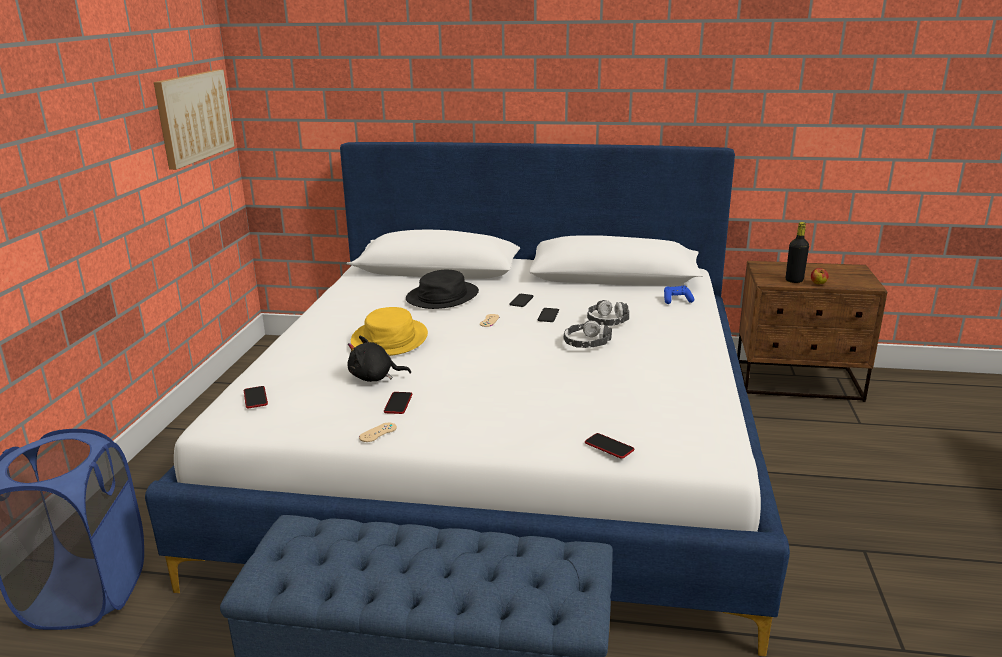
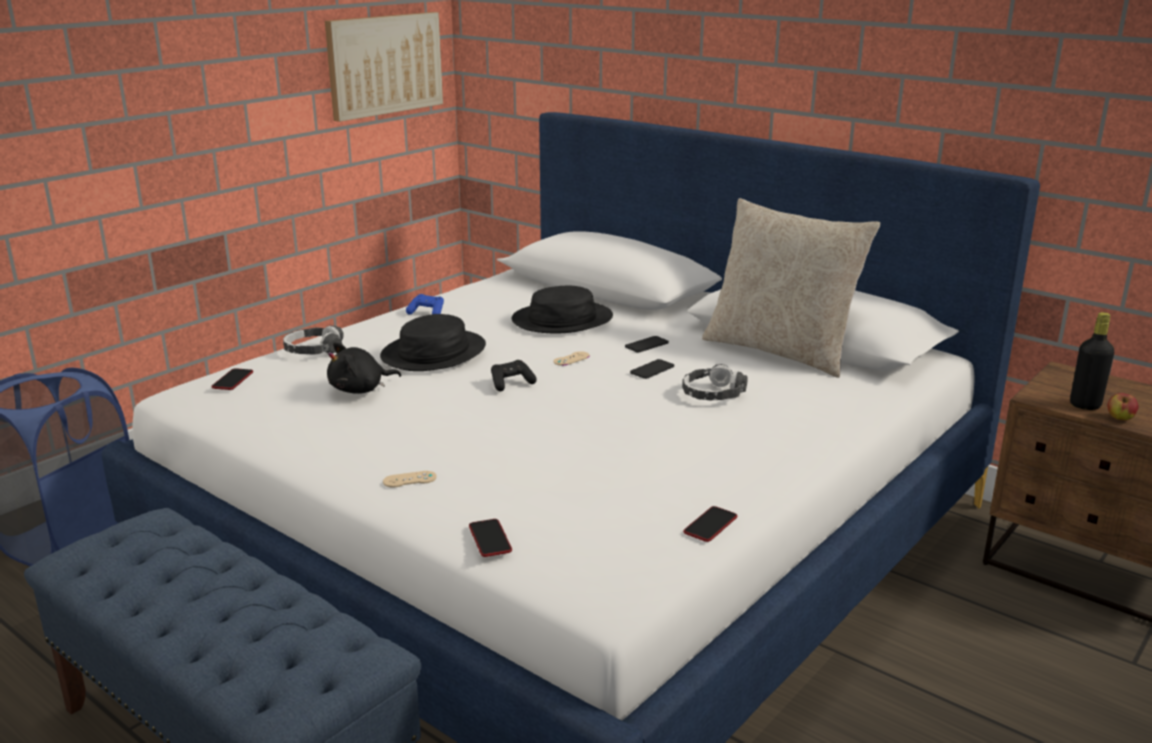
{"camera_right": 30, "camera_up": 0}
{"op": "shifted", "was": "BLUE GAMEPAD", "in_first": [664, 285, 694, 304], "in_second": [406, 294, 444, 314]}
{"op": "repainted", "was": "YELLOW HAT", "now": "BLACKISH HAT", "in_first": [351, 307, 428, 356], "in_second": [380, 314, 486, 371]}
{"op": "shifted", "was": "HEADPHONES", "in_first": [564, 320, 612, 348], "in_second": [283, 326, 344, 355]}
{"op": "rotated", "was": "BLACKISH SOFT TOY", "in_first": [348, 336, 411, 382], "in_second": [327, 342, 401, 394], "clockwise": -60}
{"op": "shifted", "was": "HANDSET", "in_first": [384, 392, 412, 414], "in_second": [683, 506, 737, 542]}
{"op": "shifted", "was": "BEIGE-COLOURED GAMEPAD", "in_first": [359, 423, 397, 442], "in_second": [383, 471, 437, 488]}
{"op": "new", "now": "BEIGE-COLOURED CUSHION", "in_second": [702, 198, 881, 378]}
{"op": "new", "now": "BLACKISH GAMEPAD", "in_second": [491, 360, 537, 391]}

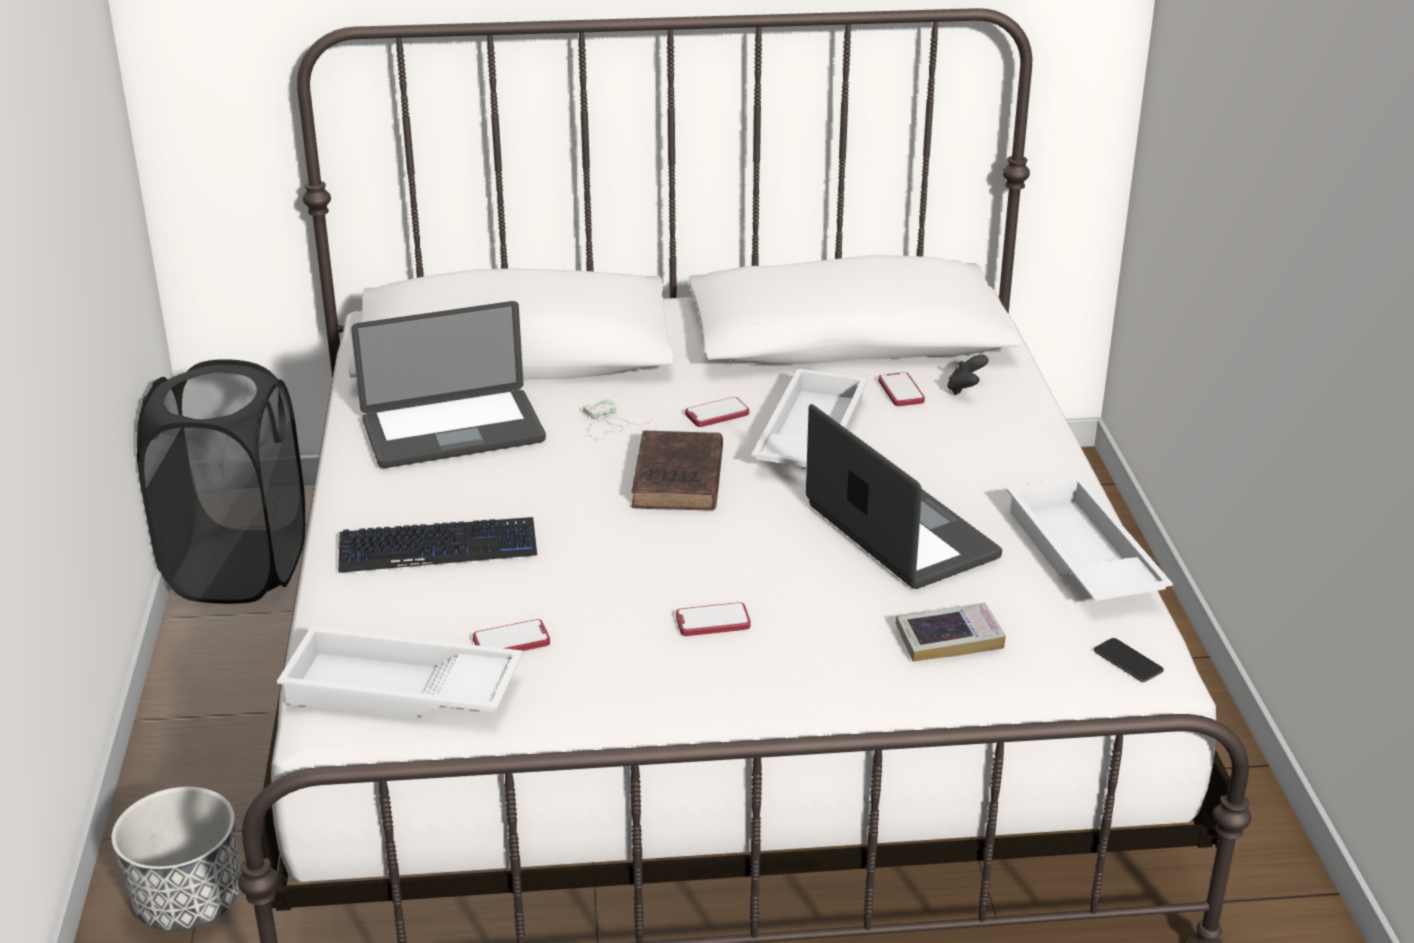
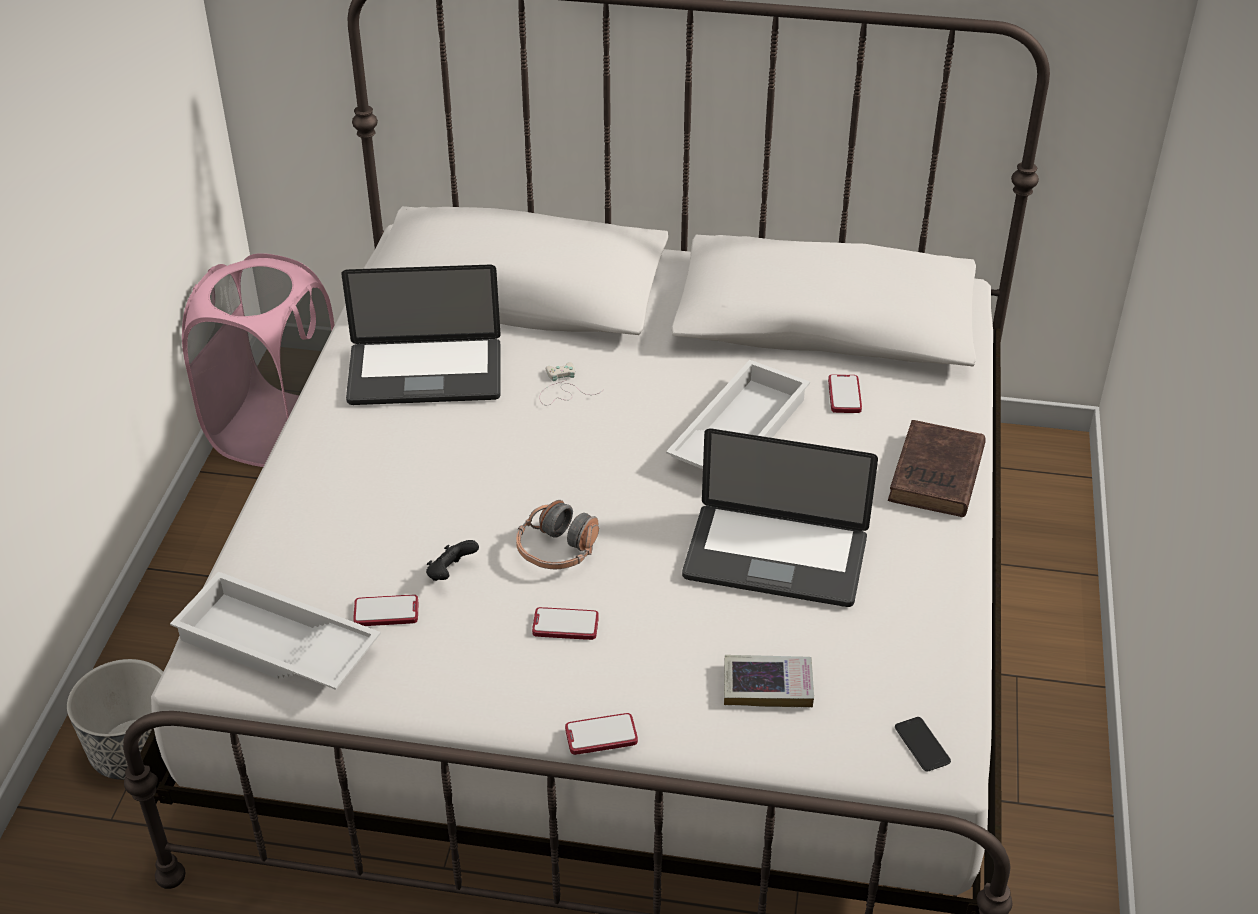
{"camera_right": 15, "camera_up": 10}
{"op": "shifted", "was": "BLACKISH GAMEPAD", "in_first": [947, 355, 989, 395], "in_second": [426, 540, 479, 581]}
{"op": "repainted", "was": "BLACKISH HAMPER", "now": "PINK HAMPER", "in_first": [137, 359, 305, 604], "in_second": [182, 253, 335, 467]}
{"op": "shifted", "was": "HANDSET", "in_first": [685, 397, 749, 427], "in_second": [565, 713, 638, 755]}
{"op": "rotated", "was": "PORTABLE COMPUTER", "in_first": [806, 404, 1002, 589], "in_second": [682, 428, 878, 607], "clockwise": 120}
{"op": "shifted", "was": "BROWN BOOK", "in_first": [631, 431, 723, 511], "in_second": [888, 420, 986, 517]}
{"op": "gone", "was": "WHITE SERVING TRAY", "in_first": [1007, 477, 1173, 601]}
{"op": "gone", "was": "KEYBOARD", "in_first": [338, 517, 537, 573]}
{"op": "new", "now": "HEADPHONES", "in_second": [516, 500, 599, 569]}

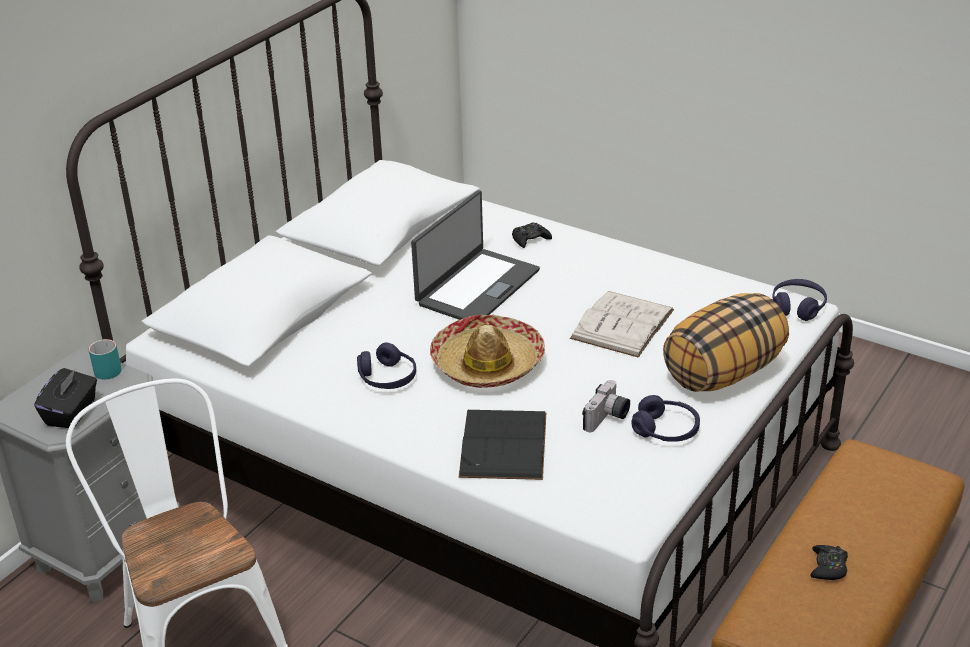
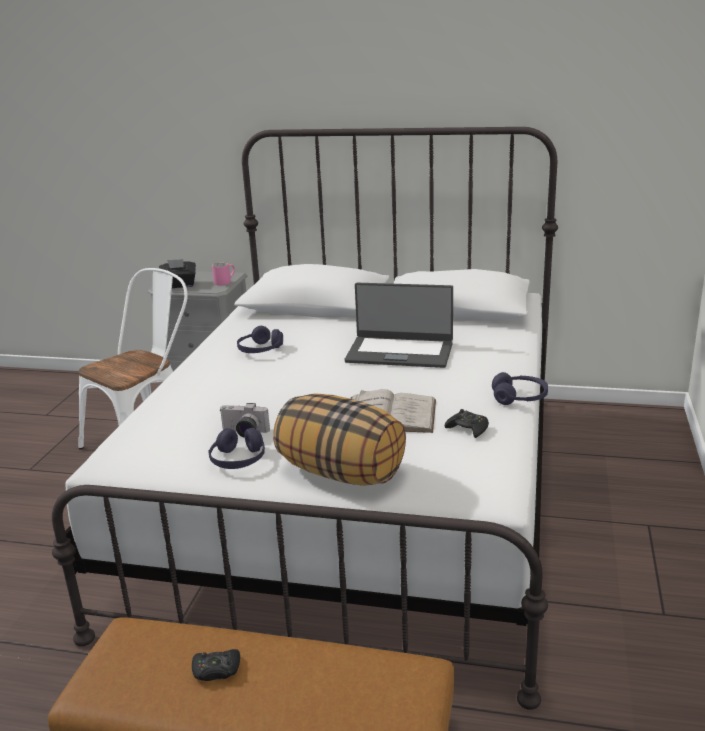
{"camera_right": 70, "camera_up": -10}
{"op": "shifted", "was": "BLACKISH GAMEPAD", "in_first": [512, 222, 552, 248], "in_second": [445, 409, 489, 438]}
{"op": "shifted", "was": "PURPLE HEADPHONES", "in_first": [772, 279, 827, 321], "in_second": [492, 372, 548, 405]}
{"op": "gone", "was": "HAT", "in_first": [430, 315, 545, 388]}
{"op": "repainted", "was": "TURQUOISE MUG", "now": "PINK MUG", "in_first": [88, 339, 122, 379], "in_second": [212, 262, 235, 285]}
{"op": "gone", "was": "BLACKISH BOOK", "in_first": [458, 410, 546, 480]}

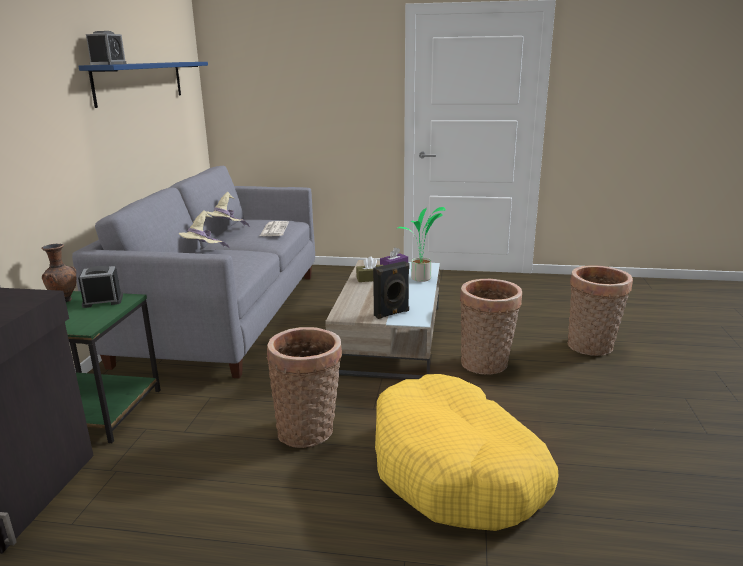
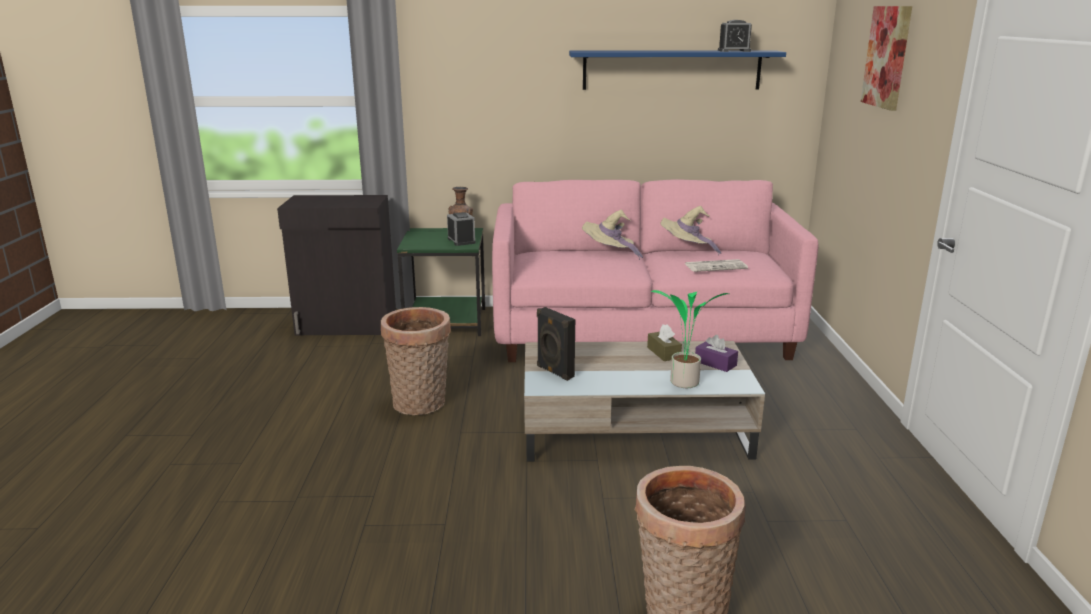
{"camera_right": 80, "camera_up": 0}
{"op": "shifted", "was": "BEDSIDE CLOCK", "in_first": [86, 31, 127, 65], "in_second": [718, 20, 752, 52]}
{"op": "repainted", "was": "GRAY COUCH", "now": "PINK COUCH", "in_first": [72, 166, 315, 379], "in_second": [492, 179, 818, 362]}
{"op": "gone", "was": "HOUSEHOLD BASKET", "in_first": [459, 279, 522, 375]}
{"op": "gone", "was": "YELLOW PET BED", "in_first": [375, 374, 559, 531]}
{"op": "new", "now": "WALL PICTURE", "in_second": [861, 6, 912, 111]}

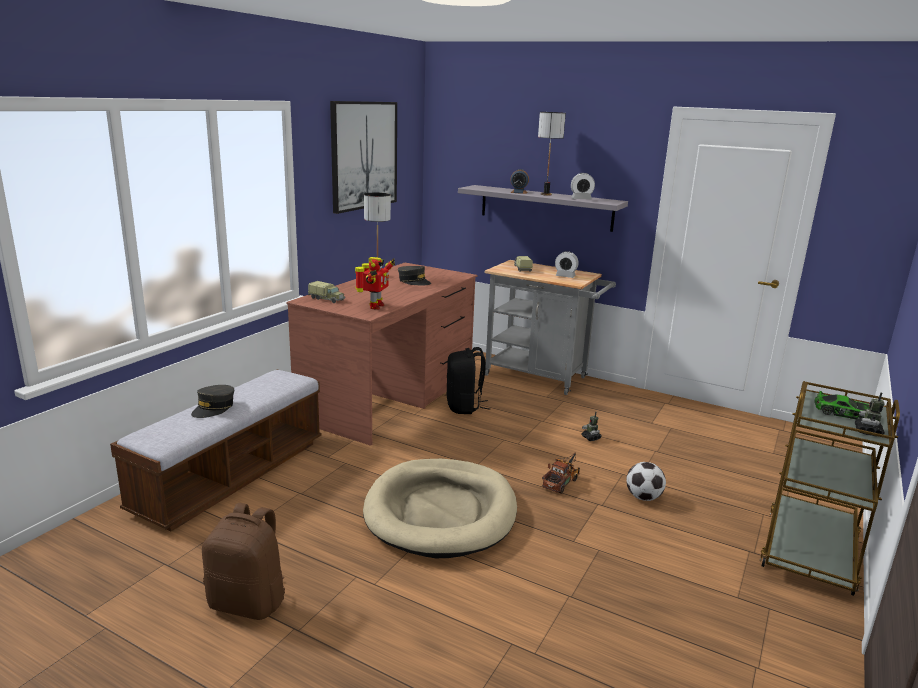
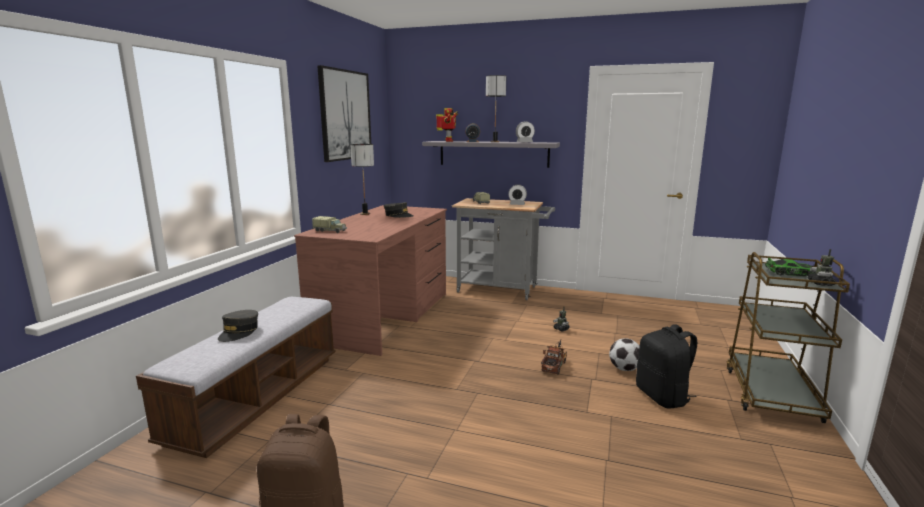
{"camera_right": -10, "camera_up": -5}
{"op": "shifted", "was": "MODEL ROBOT", "in_first": [355, 257, 395, 310], "in_second": [436, 108, 458, 142]}
{"op": "shifted", "was": "BLACKISH KNAPSACK", "in_first": [447, 347, 490, 414], "in_second": [636, 324, 697, 409]}
{"op": "gone", "was": "BEIGE-COLOURED PET BED", "in_first": [363, 459, 517, 558]}

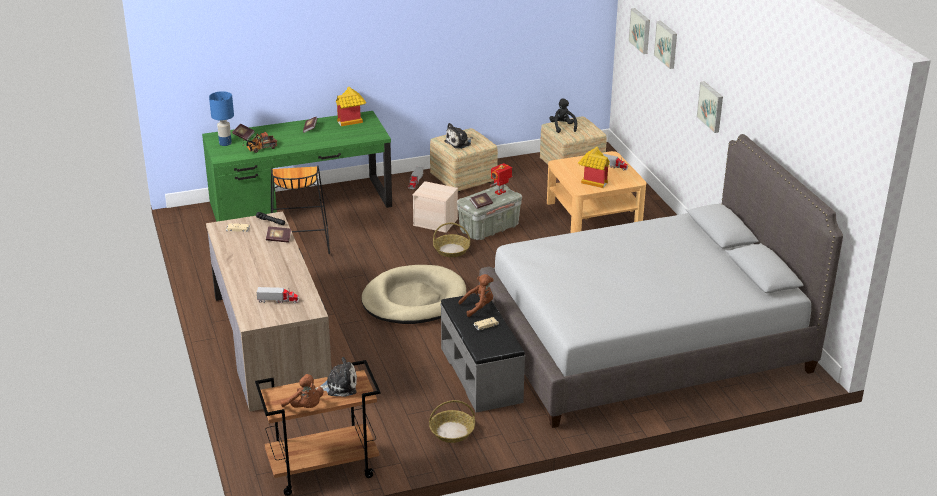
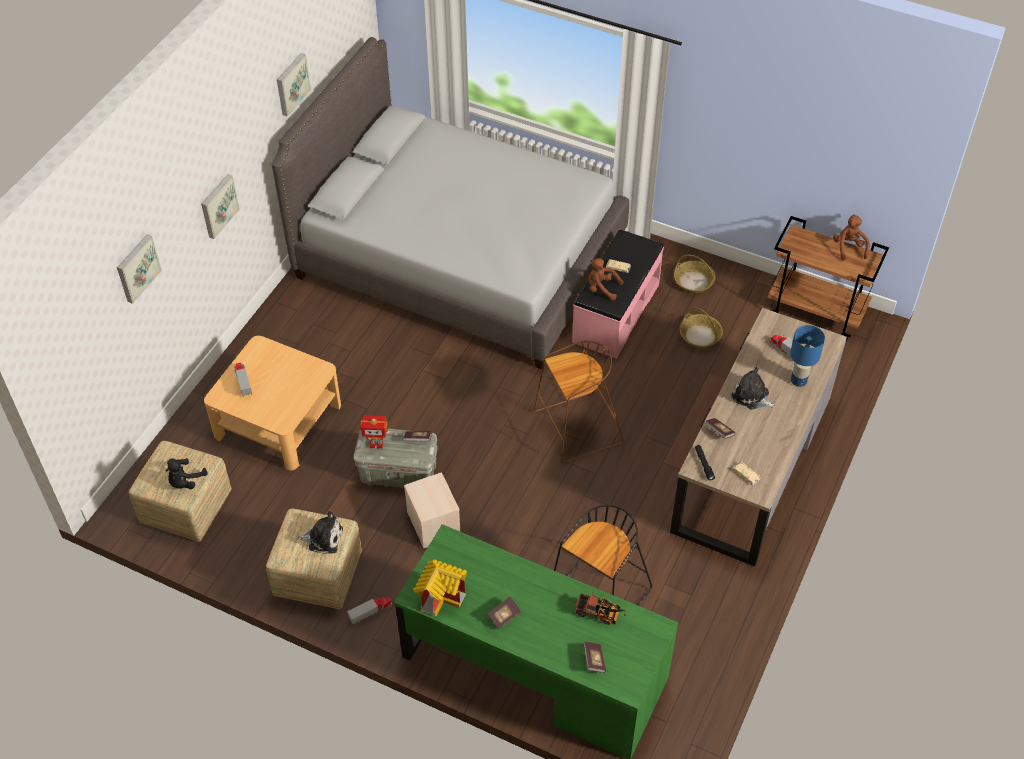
{"camera_right": -135, "camera_up": 20}
{"op": "shifted", "was": "WALL PICTURE", "in_first": [628, 8, 650, 54], "in_second": [277, 53, 311, 117]}
{"op": "shifted", "was": "BLUE LAMP FOR A TABLE", "in_first": [209, 91, 234, 146], "in_second": [790, 325, 825, 387]}
{"op": "gone", "was": "MINIATURE HOUSE", "in_first": [578, 147, 610, 188]}
{"op": "shifted", "was": "HOUSEHOLD BASKET", "in_first": [433, 223, 470, 257], "in_second": [680, 307, 723, 348]}
{"op": "swapped", "was": "BEIGE-COLOURED PET BED", "now": "BROWN SITTING STOOL", "in_first": [361, 265, 466, 324], "in_second": [534, 341, 624, 463]}
{"op": "repainted", "was": "GRAY LONG SEAT", "now": "PINK LONG SEAT", "in_first": [440, 293, 525, 413], "in_second": [572, 229, 664, 359]}
{"op": "shifted", "was": "SOFT TOY", "in_first": [315, 357, 357, 397], "in_second": [731, 367, 776, 409]}

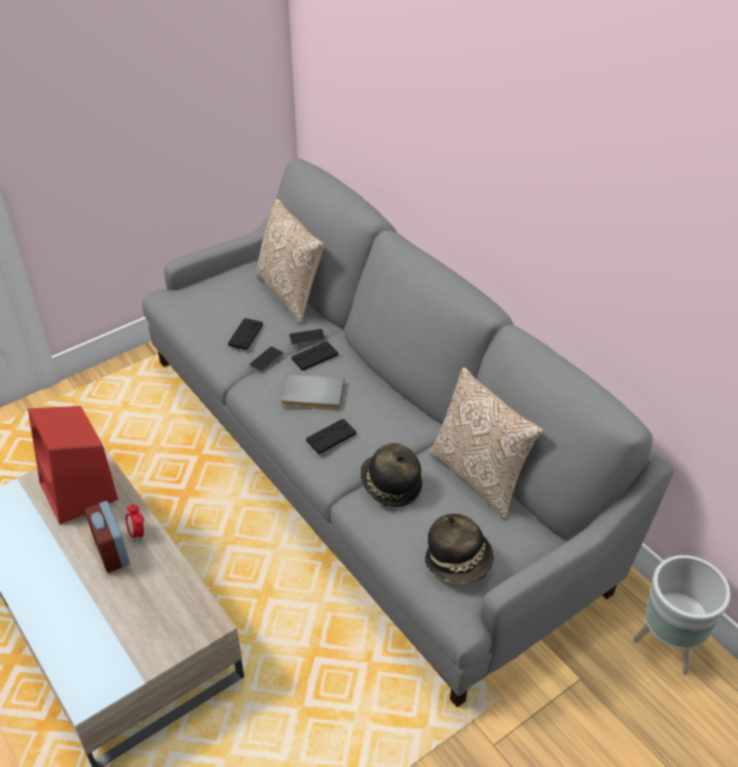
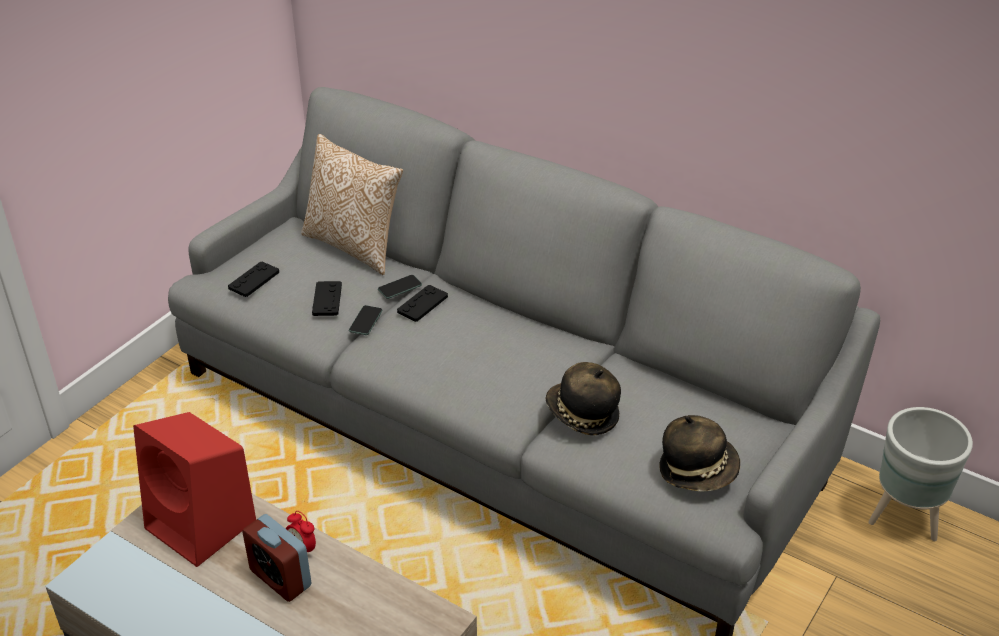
{"camera_right": -20, "camera_up": -5}
{"op": "gone", "was": "CUSHION", "in_first": [429, 367, 544, 520]}
{"op": "gone", "was": "GRAY BOOK", "in_first": [281, 374, 345, 410]}
{"op": "shifted", "was": "BLACKISH GAMEPAD", "in_first": [306, 419, 356, 454], "in_second": [228, 262, 279, 297]}

